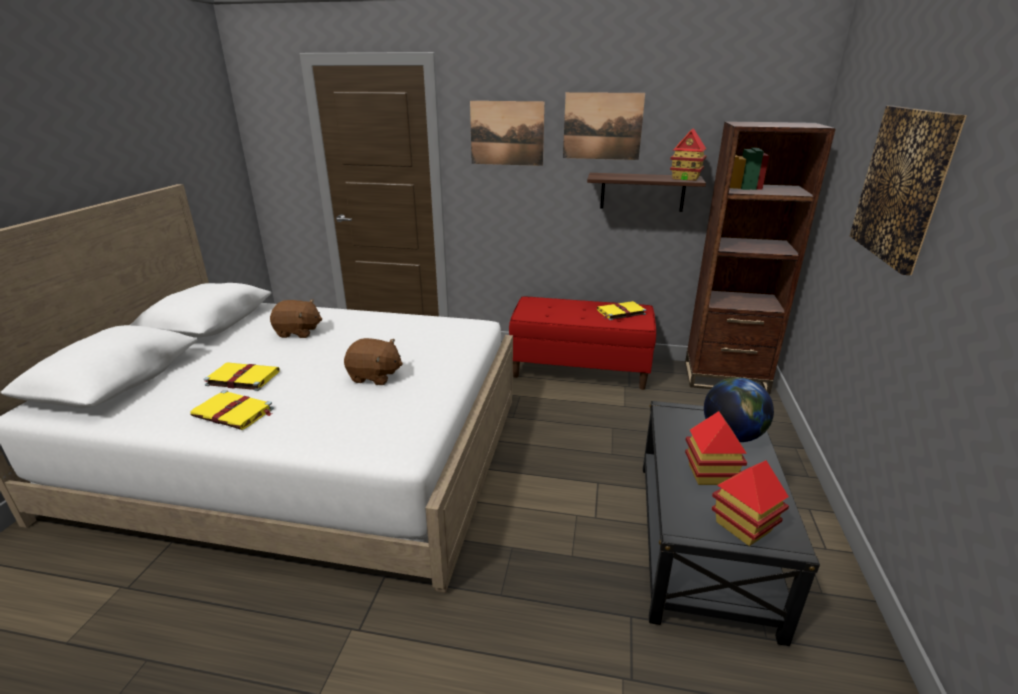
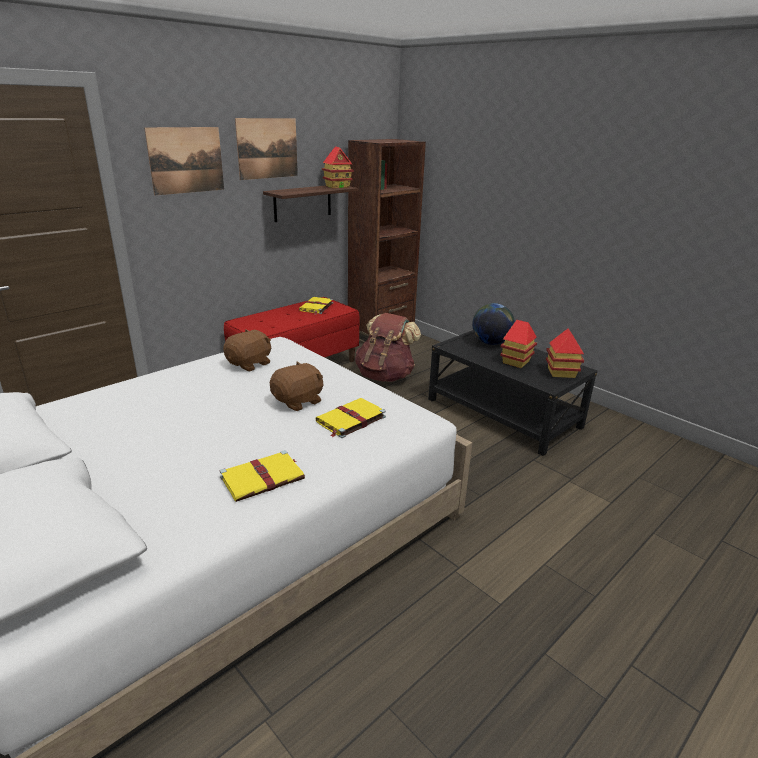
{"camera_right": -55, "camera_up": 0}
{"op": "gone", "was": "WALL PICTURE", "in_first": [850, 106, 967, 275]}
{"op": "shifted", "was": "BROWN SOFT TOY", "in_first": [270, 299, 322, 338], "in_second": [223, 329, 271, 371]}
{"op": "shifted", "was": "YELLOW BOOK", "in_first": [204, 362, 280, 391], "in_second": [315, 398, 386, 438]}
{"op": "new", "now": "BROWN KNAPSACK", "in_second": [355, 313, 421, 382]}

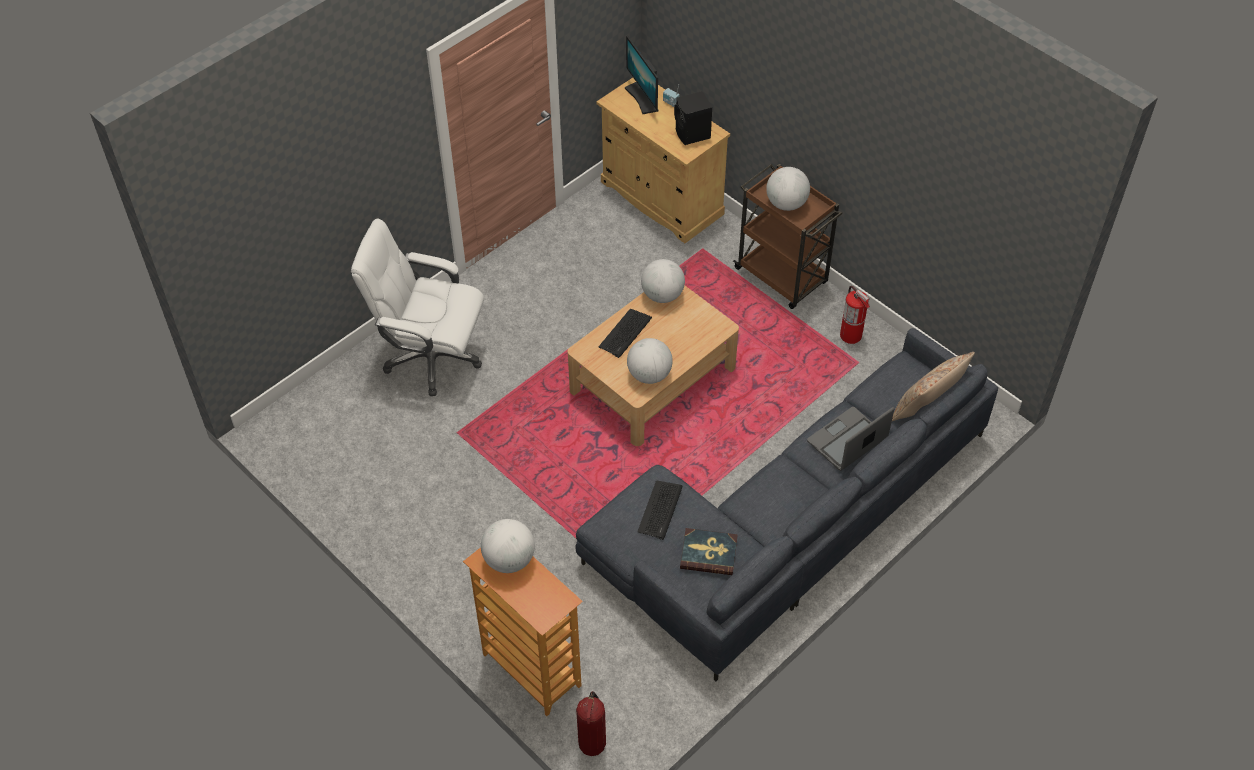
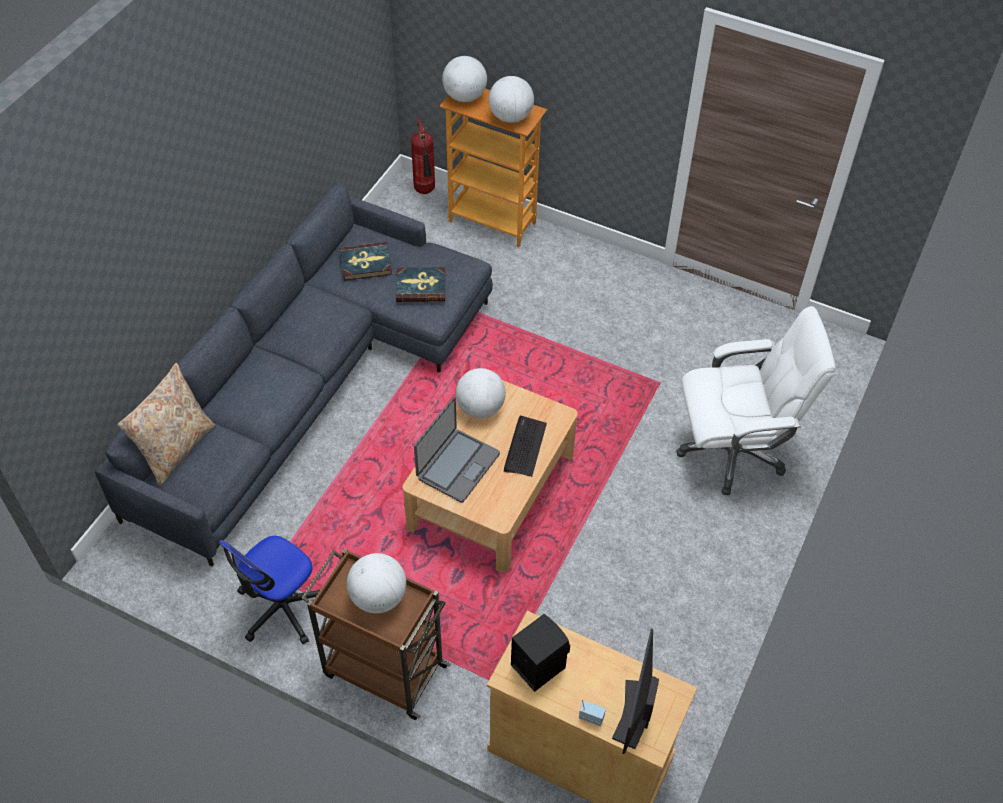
{"camera_right": 160, "camera_up": 0}
{"op": "rotated", "was": "COMPUTER SCREEN", "in_first": [625, 36, 658, 114], "in_second": [612, 629, 659, 754], "clockwise": -120}
{"op": "shifted", "was": "GLOBE", "in_first": [641, 259, 685, 303], "in_second": [442, 56, 487, 102]}
{"op": "swapped", "was": "FIRE EXTINGUISHER", "now": "DESK CHAIR", "in_first": [840, 286, 870, 344], "in_second": [219, 536, 320, 644]}
{"op": "shifted", "was": "PORTABLE COMPUTER", "in_first": [807, 407, 894, 471], "in_second": [414, 397, 500, 503]}
{"op": "swapped", "was": "KEYBOARD", "now": "BOOK", "in_first": [637, 480, 682, 540], "in_second": [396, 267, 446, 302]}

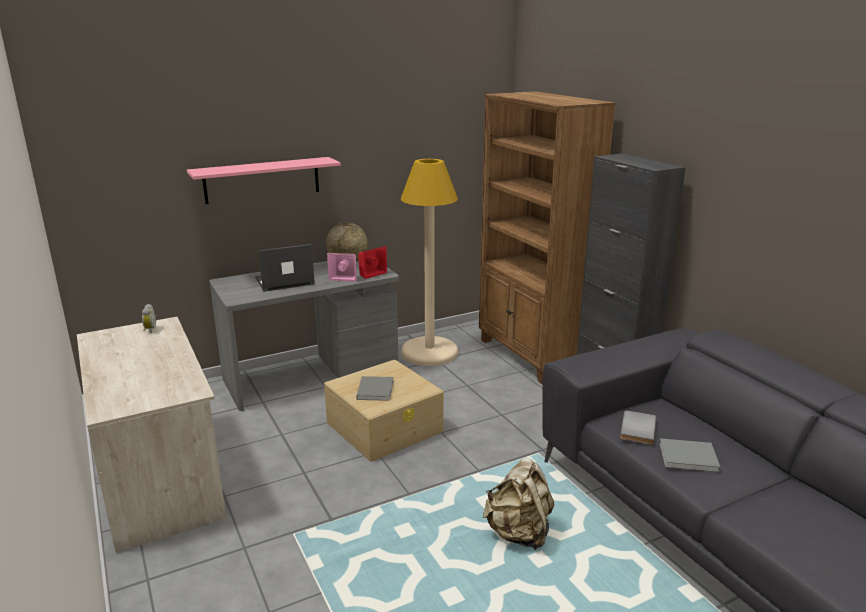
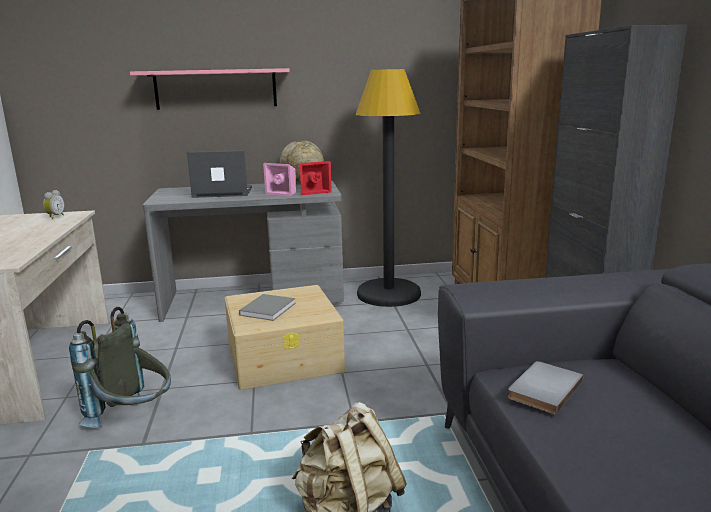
{"camera_right": 20, "camera_up": -5}
{"op": "repainted", "was": "BEIGE-COLOURED STANDING LAMP", "now": "BLACKISH STANDING LAMP", "in_first": [401, 159, 458, 366], "in_second": [356, 69, 421, 307]}
{"op": "gone", "was": "GRAY BOOK", "in_first": [659, 438, 720, 472]}
{"op": "new", "now": "GRAY KNAPSACK", "in_second": [69, 307, 171, 428]}

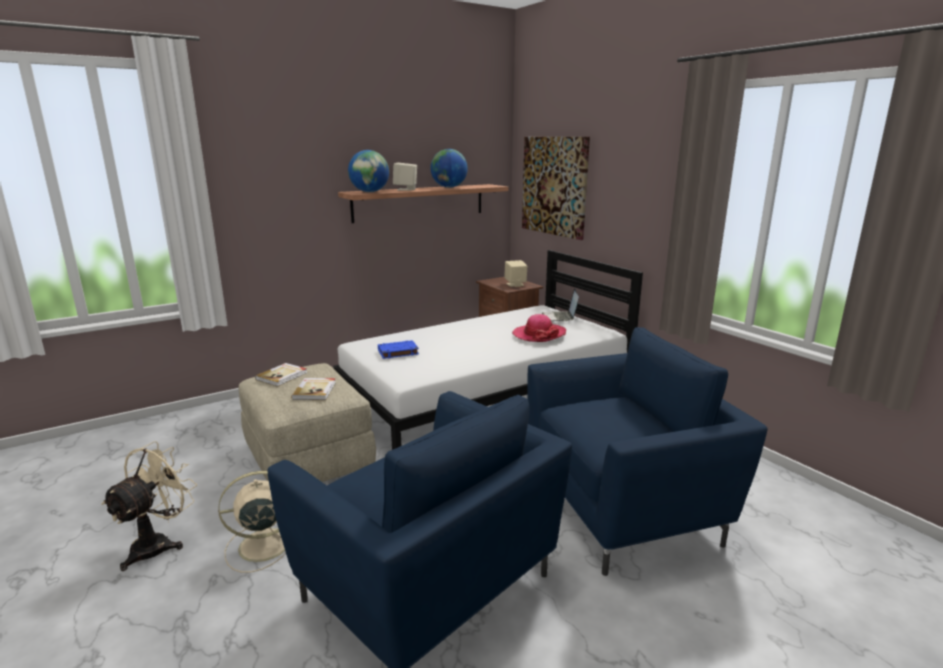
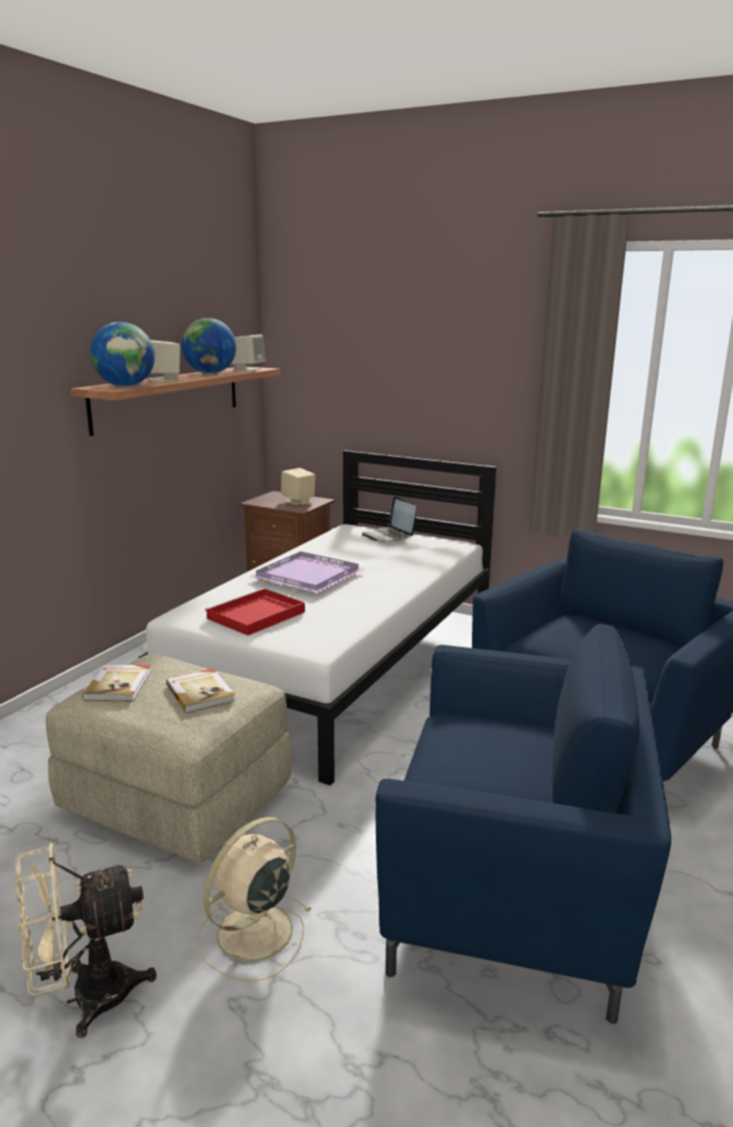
{"camera_right": -30, "camera_up": 0}
{"op": "gone", "was": "WALL PICTURE", "in_first": [522, 137, 590, 240]}
{"op": "gone", "was": "HAT", "in_first": [512, 314, 566, 342]}
{"op": "swapped", "was": "BLUE BOOK", "now": "REDDISH SERVING TRAY", "in_first": [378, 340, 419, 359], "in_second": [205, 588, 305, 635]}
{"op": "rotated", "was": "BEIGE-COLOURED FAN", "in_first": [101, 441, 197, 571], "in_second": [15, 843, 157, 1038], "clockwise": -105}
{"op": "new", "now": "BEIGE-COLOURED LOUDSPEAKER", "in_second": [231, 335, 266, 371]}
{"op": "new", "now": "PURPLE SERVING TRAY", "in_second": [249, 551, 364, 593]}

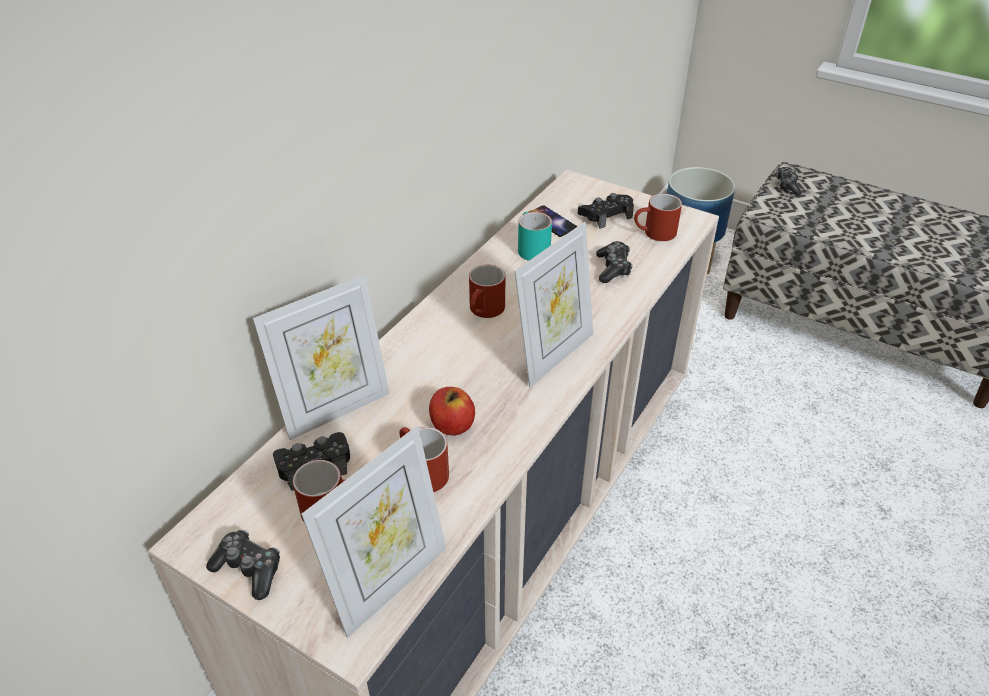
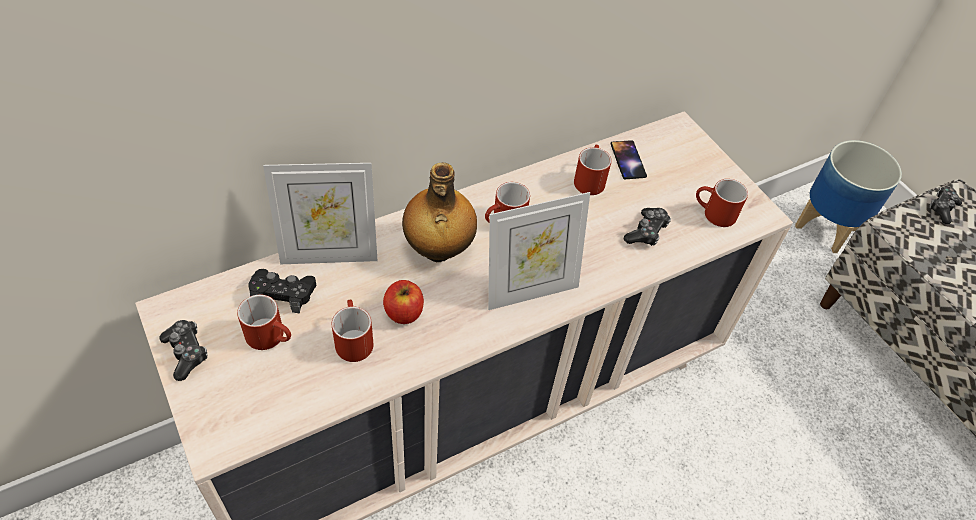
{"camera_right": 25, "camera_up": 10}
{"op": "gone", "was": "BLACKISH GAMEPAD", "in_first": [578, 193, 634, 229]}
{"op": "repainted", "was": "TURQUOISE MUG", "now": "REDDISH MUG", "in_first": [518, 212, 552, 261], "in_second": [574, 145, 612, 195]}
{"op": "gone", "was": "PHOTO FRAME", "in_first": [301, 426, 446, 638]}
{"op": "new", "now": "DRINK BOTTLE", "in_second": [402, 163, 477, 262]}

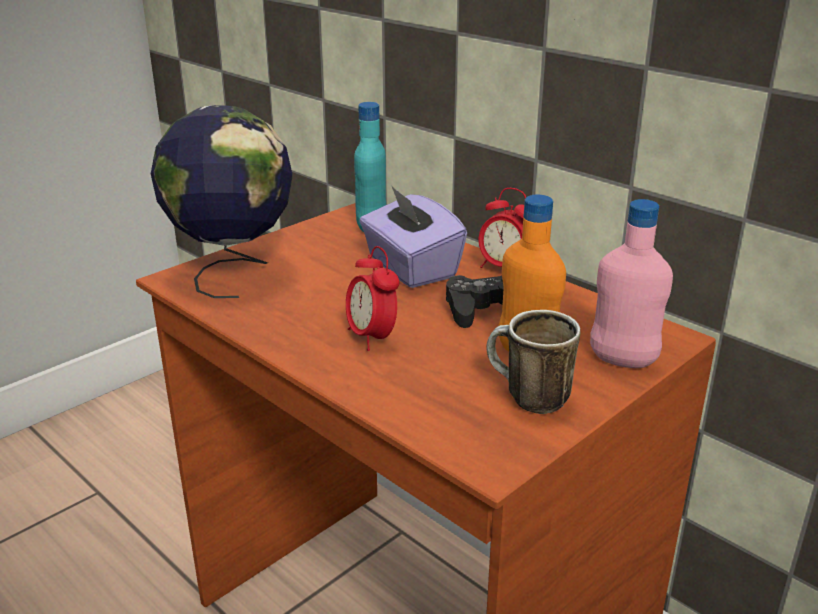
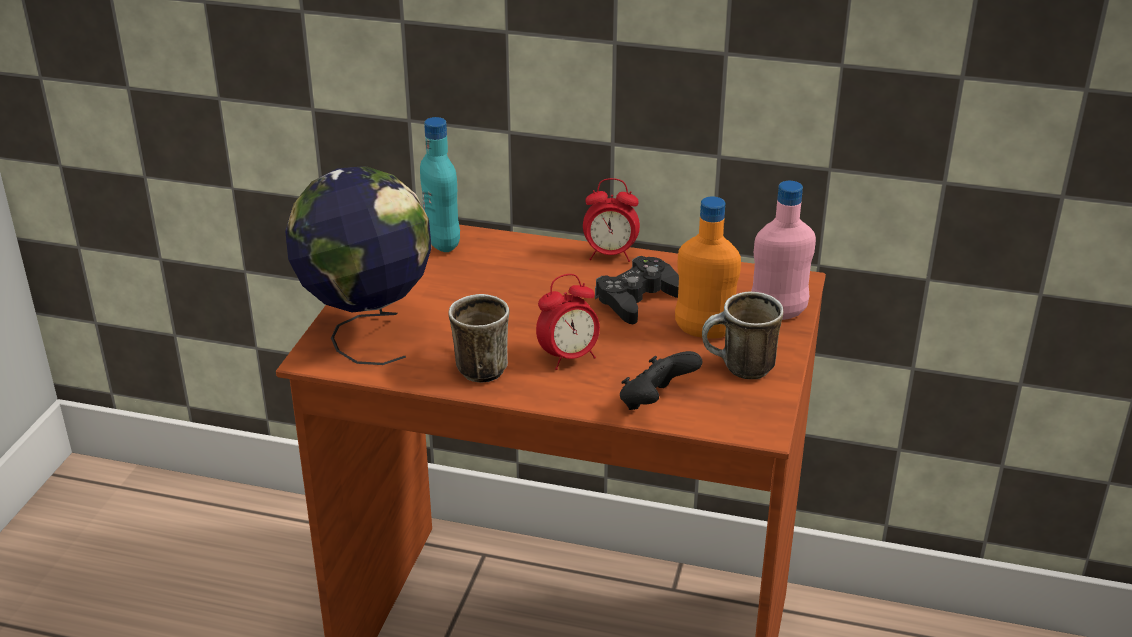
{"camera_right": -30, "camera_up": 5}
{"op": "gone", "was": "PURPLE TISSUE HOLDER", "in_first": [360, 185, 467, 288]}
{"op": "rotated", "was": "BEDSIDE CLOCK", "in_first": [346, 246, 399, 351], "in_second": [536, 274, 600, 370], "clockwise": -60}
{"op": "new", "now": "MUG", "in_second": [448, 294, 509, 383]}
{"op": "new", "now": "BLACKISH GAMEPAD", "in_second": [620, 351, 702, 410]}

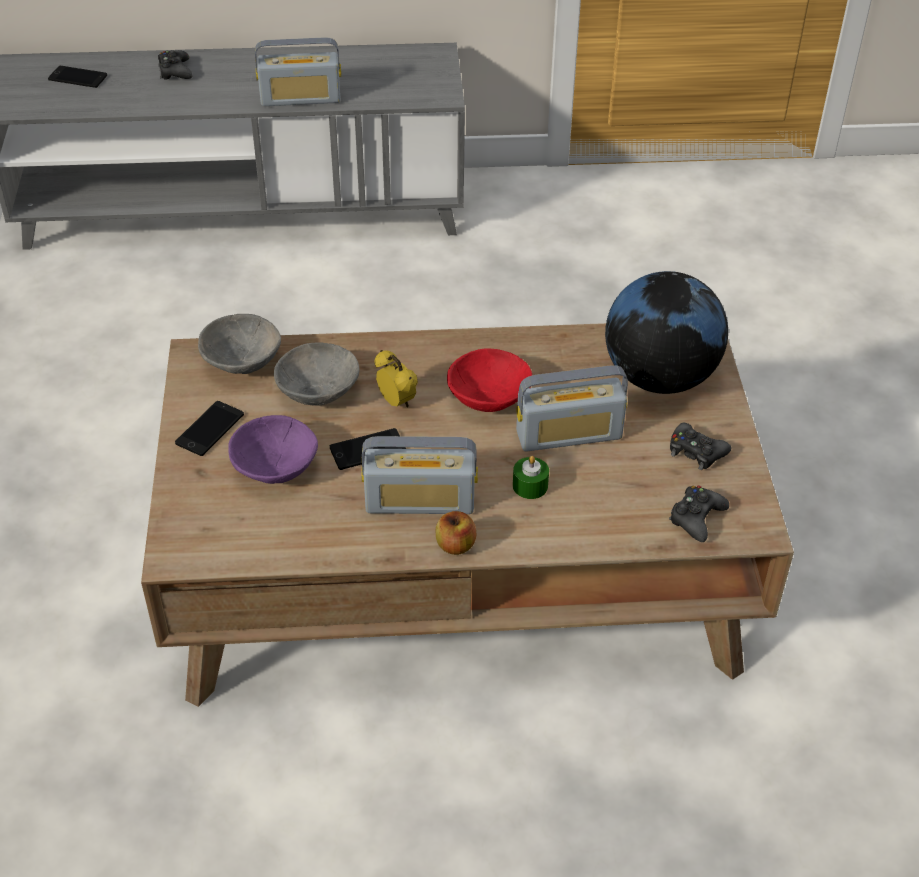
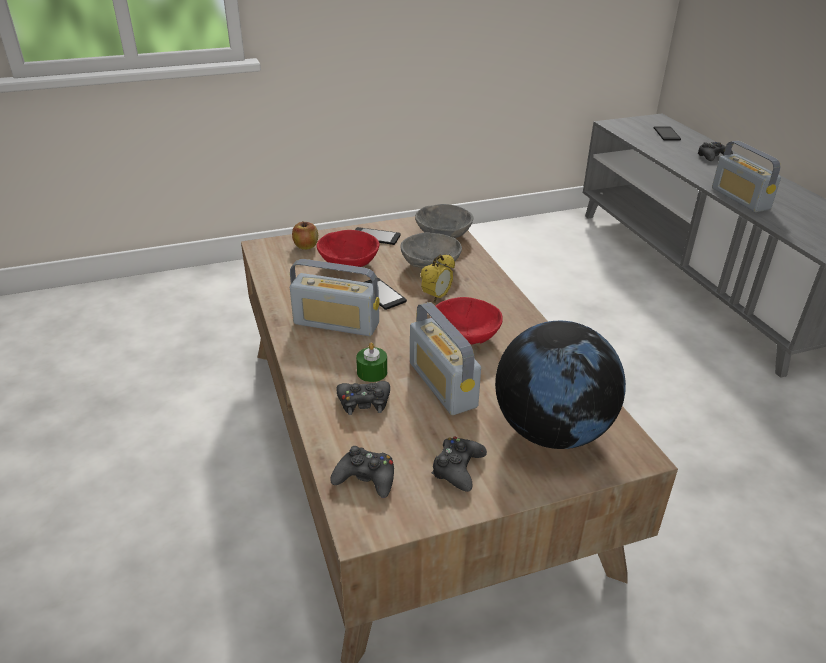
{"camera_right": 75, "camera_up": -10}
{"op": "repainted", "was": "PURPLE BOWL", "now": "REDDISH BOWL", "in_first": [228, 415, 318, 484], "in_second": [317, 230, 380, 267]}
{"op": "rotated", "was": "RADIO", "in_first": [361, 436, 478, 514], "in_second": [290, 259, 380, 336], "clockwise": -60}
{"op": "shifted", "was": "APPLE", "in_first": [436, 511, 476, 555], "in_second": [292, 221, 318, 250]}
{"op": "new", "now": "BLACKISH GAMEPAD", "in_second": [336, 381, 390, 415]}

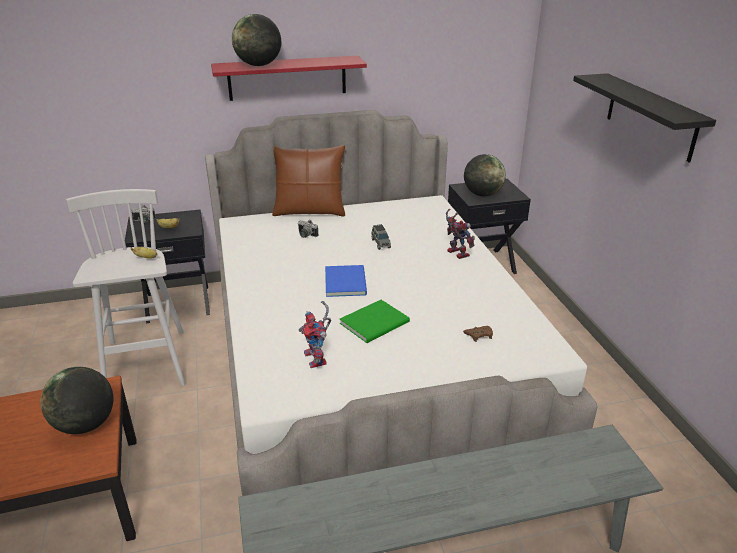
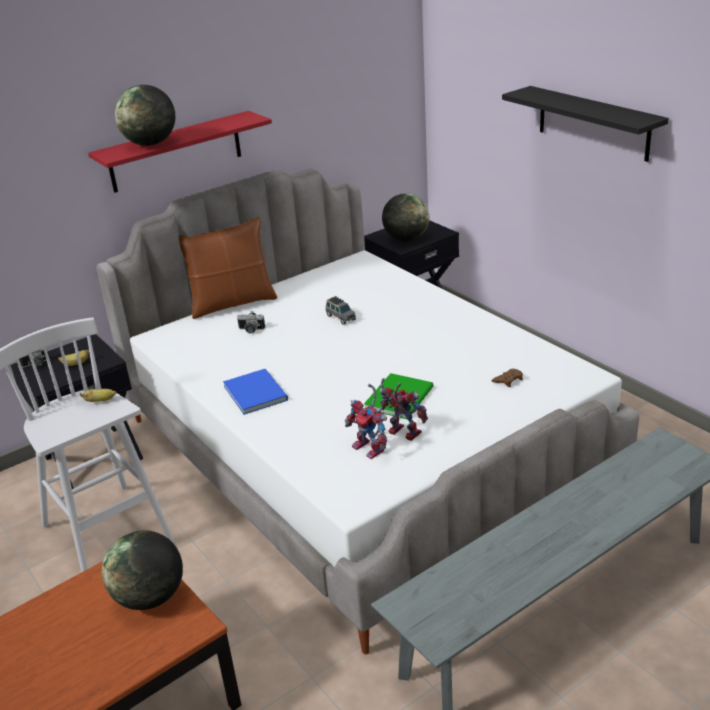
{"camera_right": -20, "camera_up": 0}
{"op": "shifted", "was": "MODEL ROBOT", "in_first": [446, 208, 475, 259], "in_second": [379, 378, 428, 441]}
{"op": "shifted", "was": "BLUE BOOK", "in_first": [325, 265, 367, 297], "in_second": [223, 369, 288, 415]}

